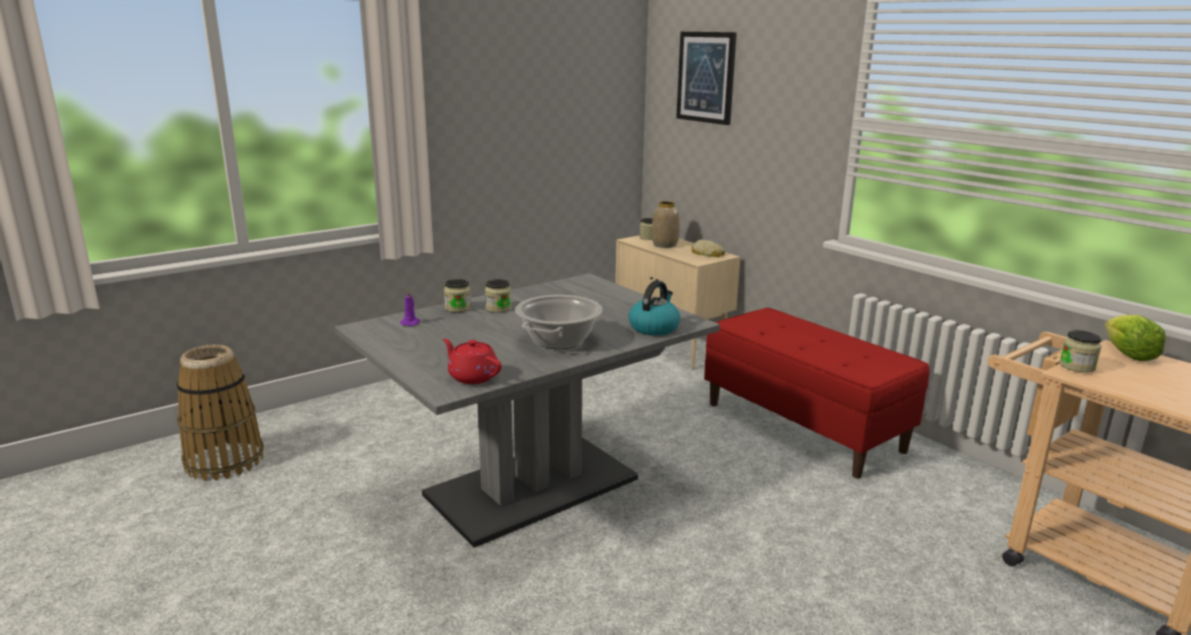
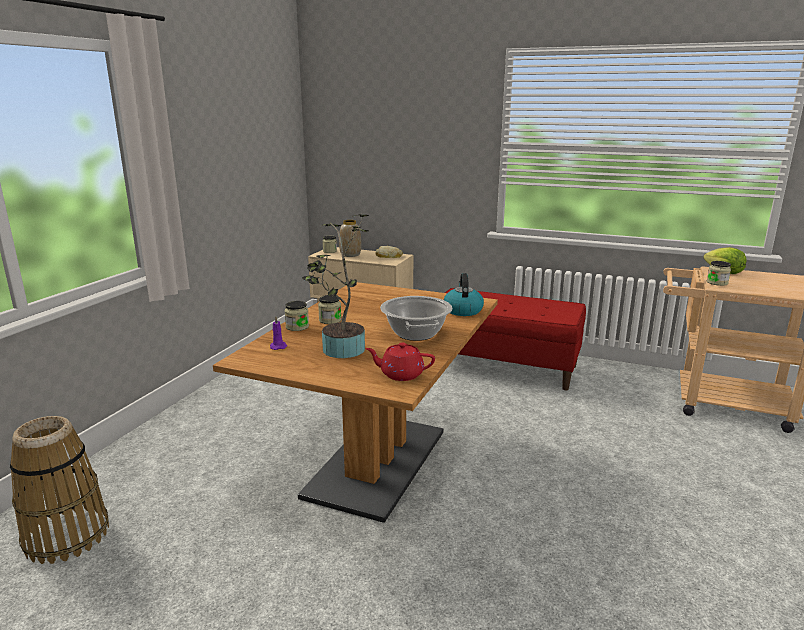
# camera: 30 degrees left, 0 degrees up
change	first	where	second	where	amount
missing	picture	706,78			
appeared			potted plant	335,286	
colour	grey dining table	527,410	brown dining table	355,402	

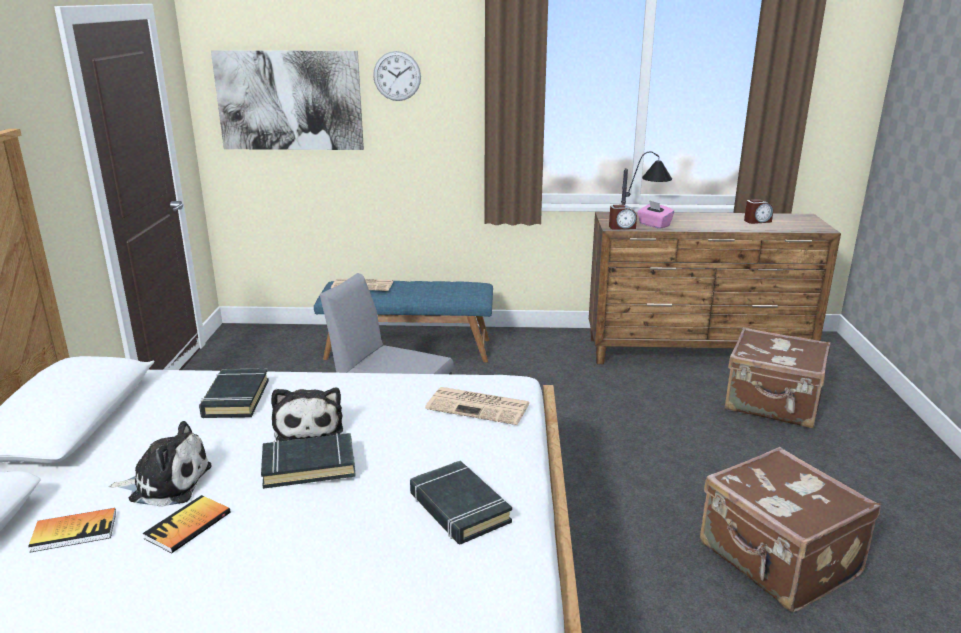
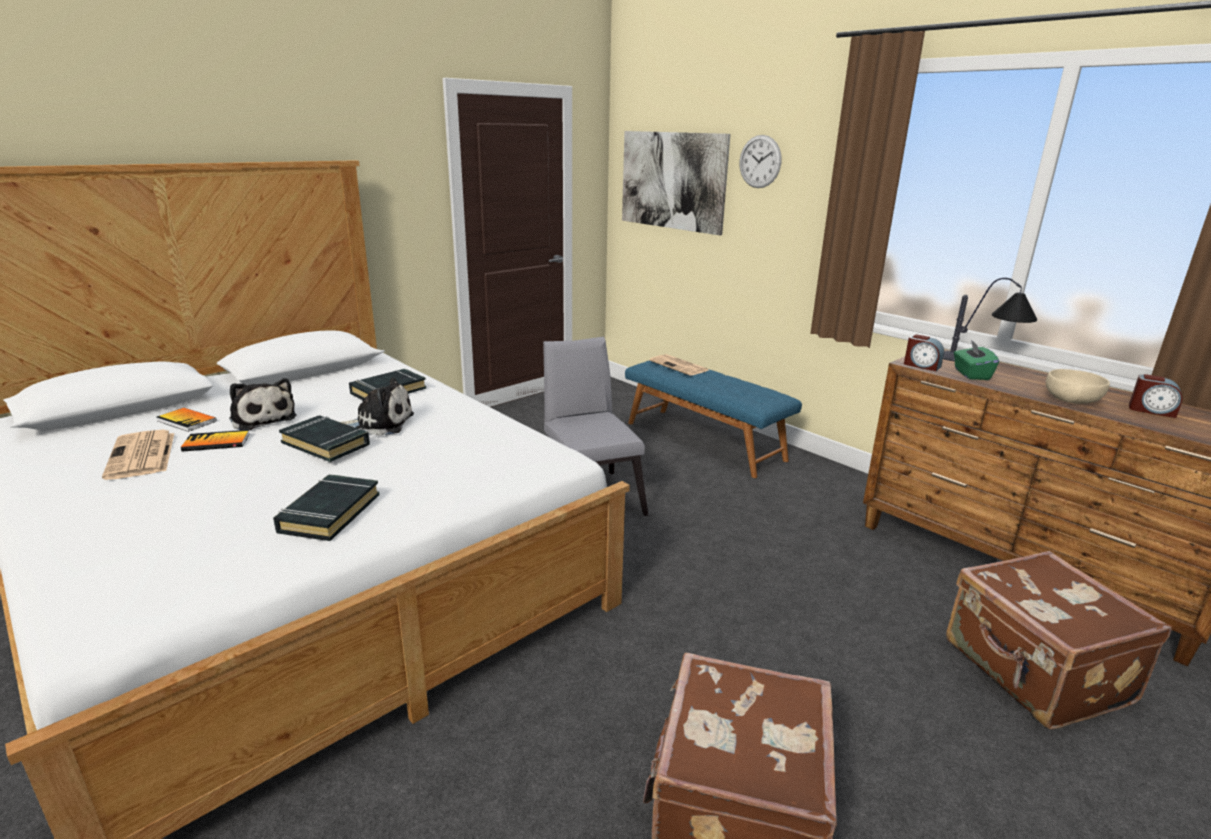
# camera: 45 degrees right, 0 degrees up
change	first	where	second	where	amount
appeared			beige bowl	1078,386	
relocated	newspaper	477,406		138,455	
colour	pink tissue box	655,214	green tissue box	976,360	
spun	plush toy	307,414		377,406	120 degrees counterclockwise

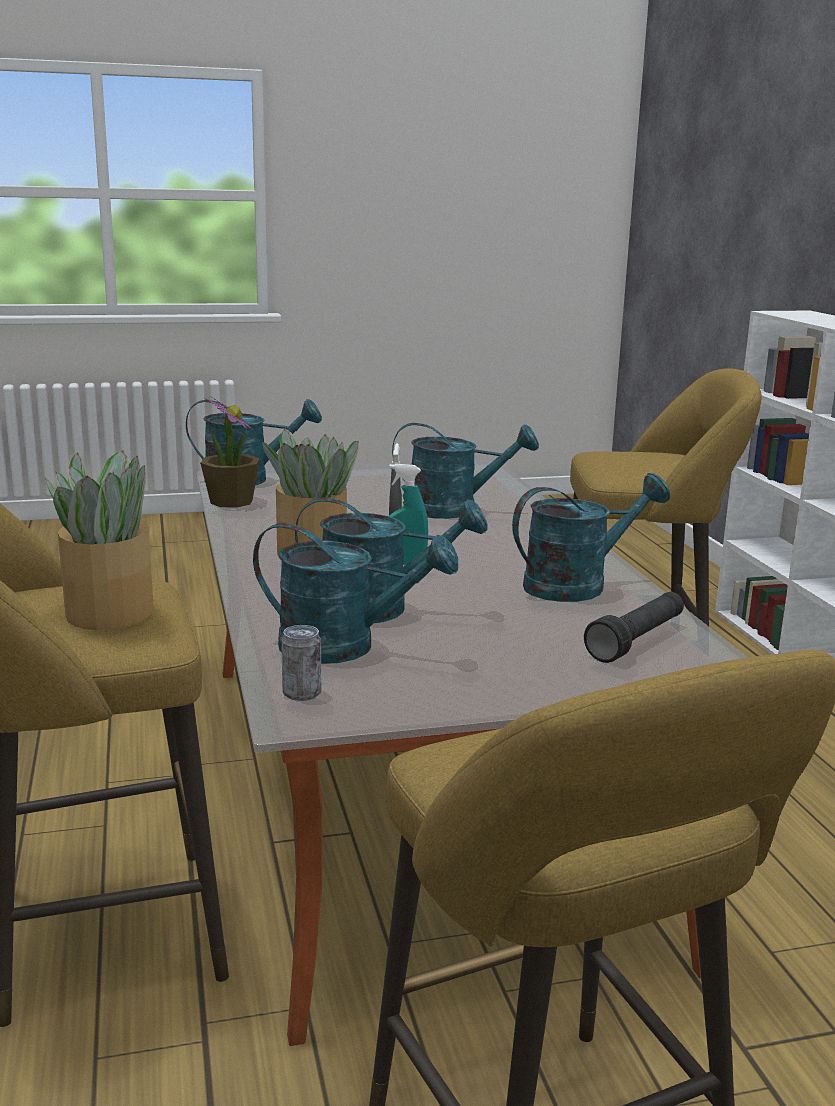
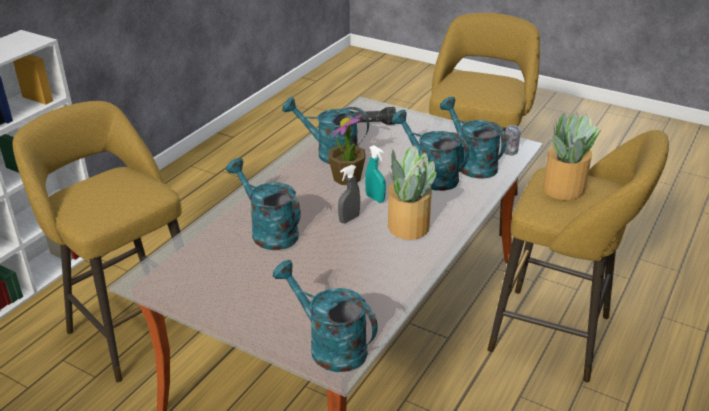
# camera: 135 degrees left, 15 degrees up
change	first	where	second	where	amount
relocated	potted plant	230,452		346,149	

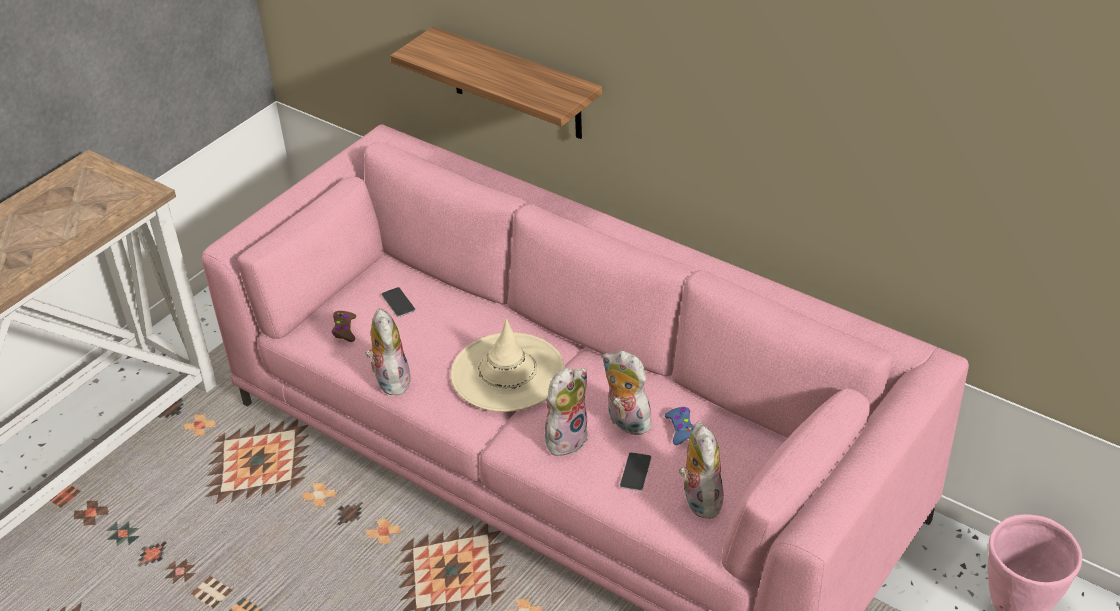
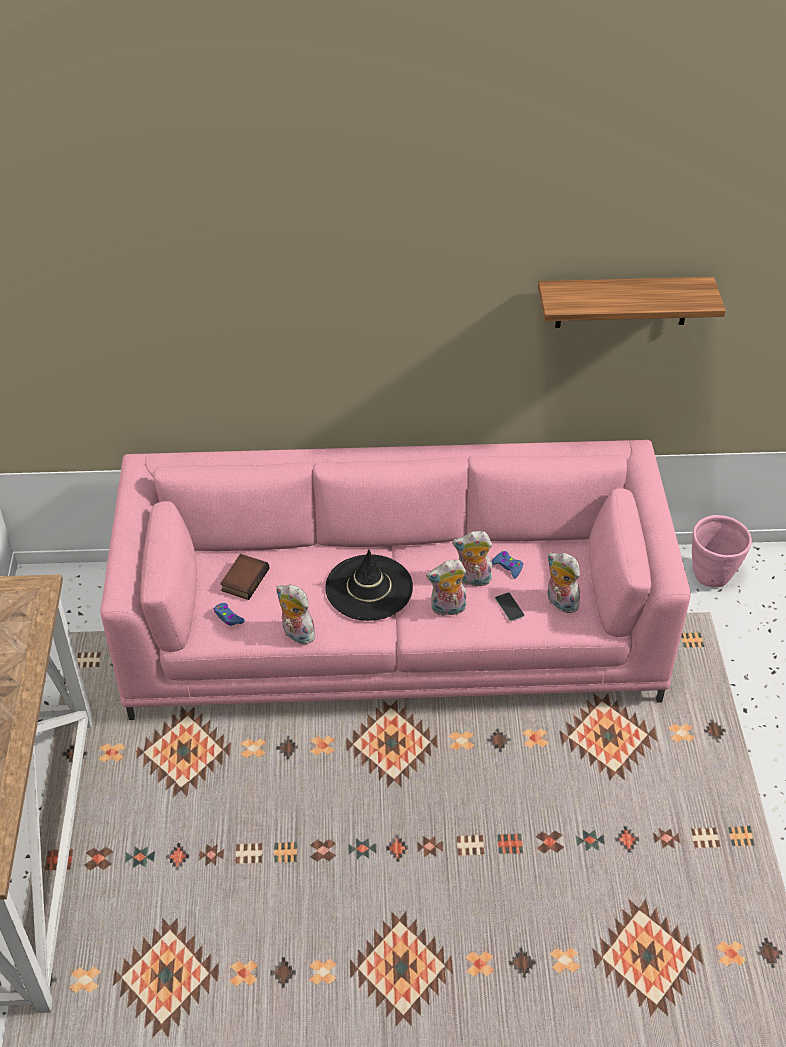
# camera: 40 degrees left, 5 degrees up
change	first	where	second	where	amount
relocated	shelf	496,83		632,302	
exchanged	phone	398,302	book	244,577	
colour	brown game controller	344,326	blue game controller	229,614	
colour	beige hat	508,365	black hat	369,585	
spun	plush toy	566,411		446,587	105 degrees counterclockwise

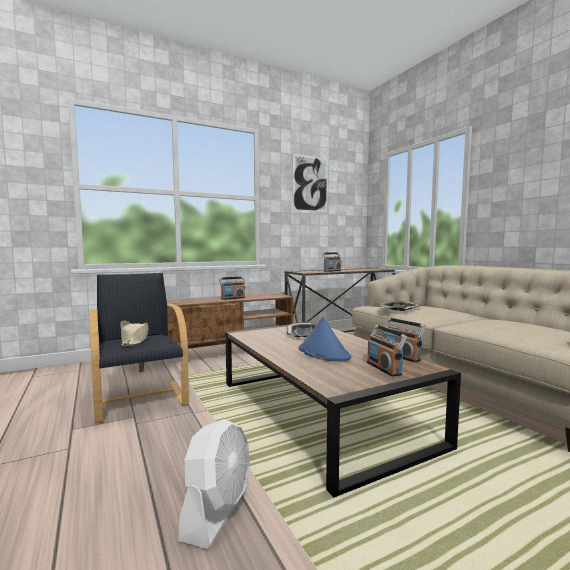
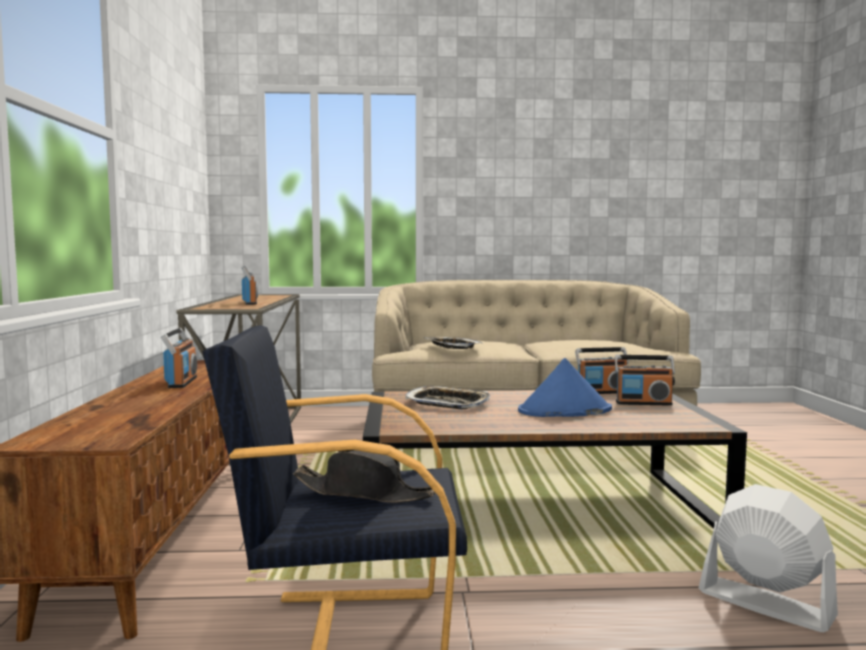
# camera: 65 degrees left, 0 degrees up
change	first	where	second	where	amount
missing	picture	310,183			
colour	beige hat	134,333	black hat	364,476	

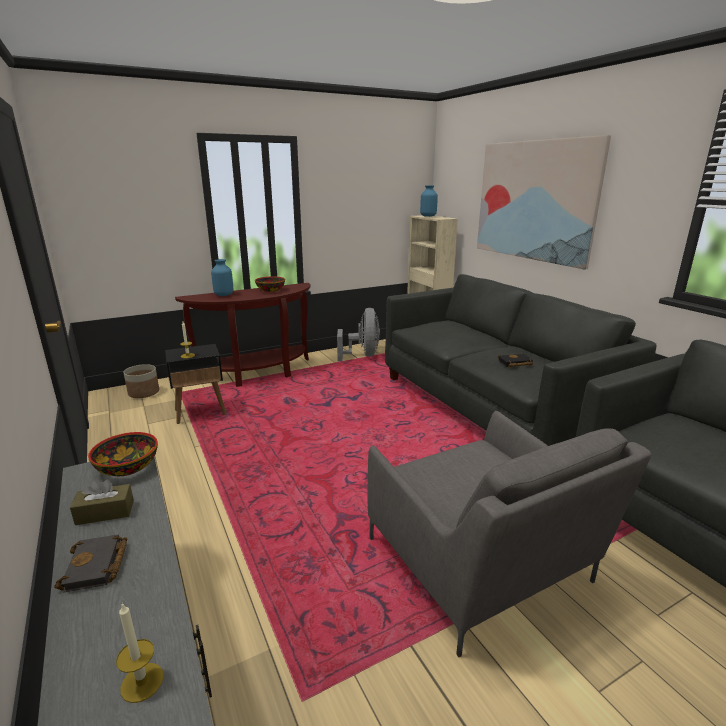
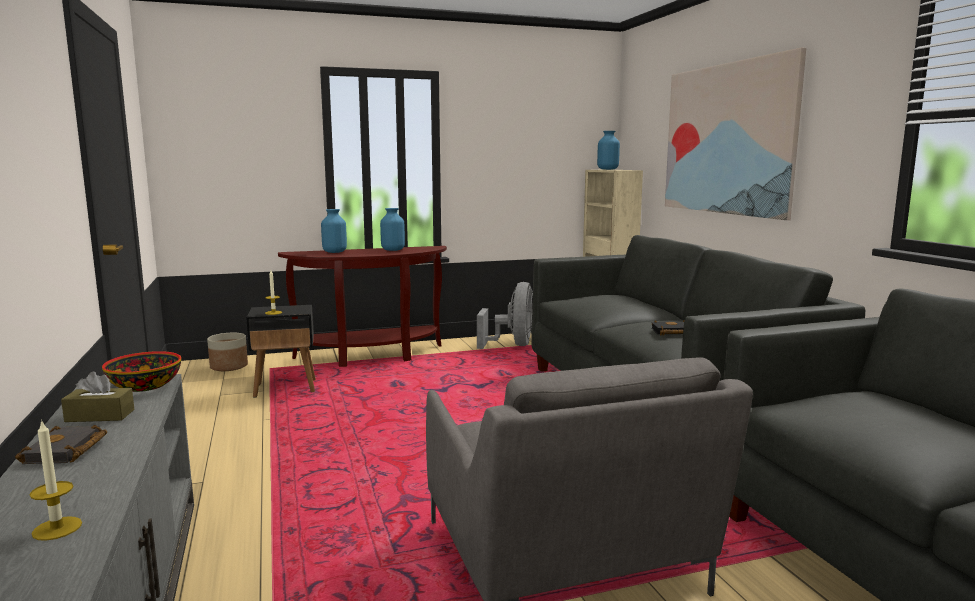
# camera: 10 degrees right, 10 degrees down
change	first	where	second	where	amount
exchanged	bowl	270,284	blue vase	392,229	

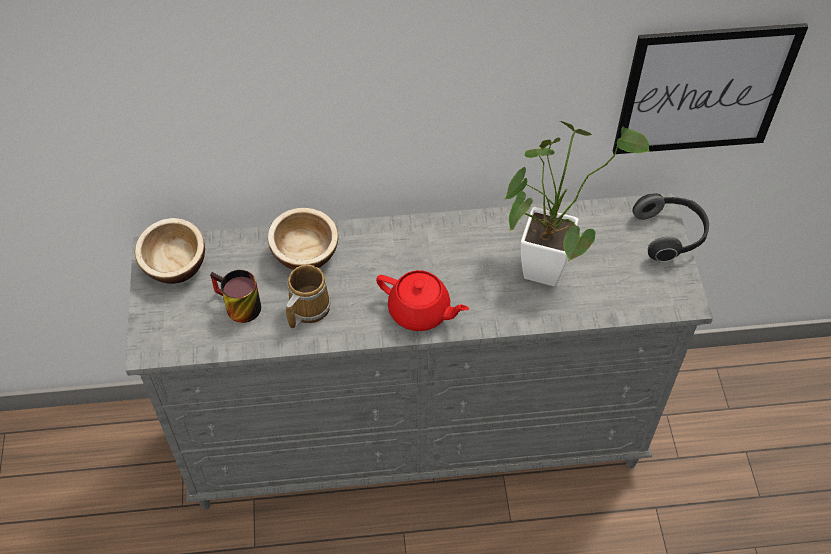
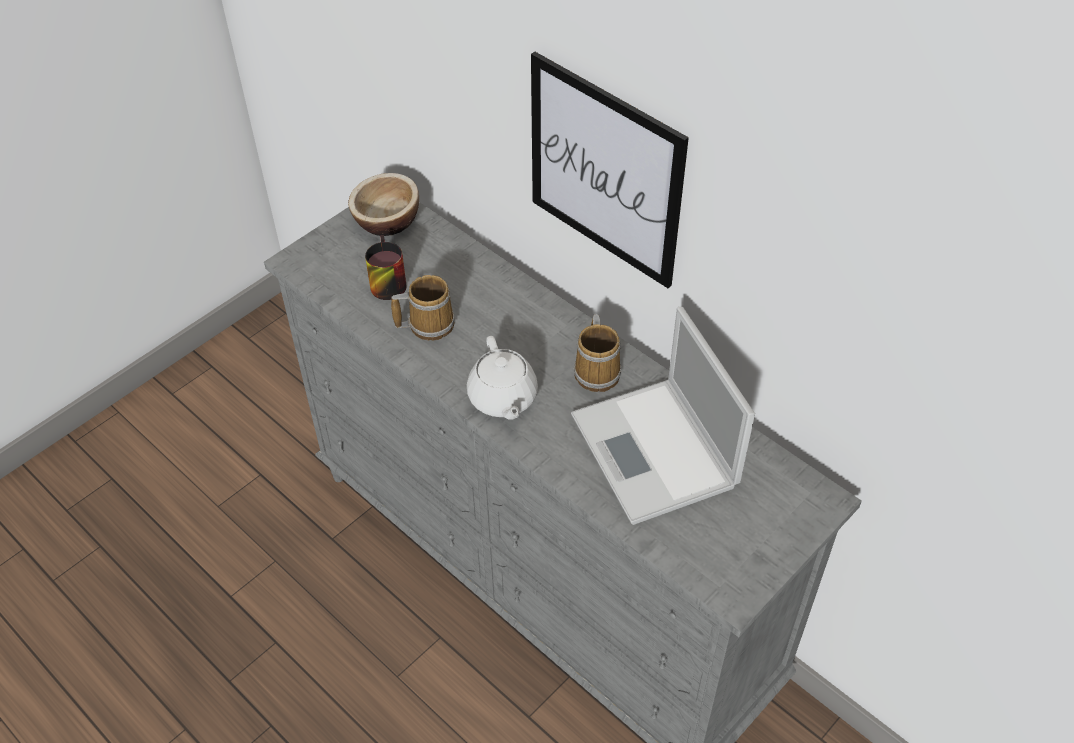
# camera: 50 degrees right, 5 degrees down
change	first	where	second	where	amount
missing	bowl	303,239			
missing	headphones	670,227			
appeared			mug	597,353	
relocated	picture	710,88		610,170	
exchanged	potted plant	577,203	laptop	663,416	
colour	red teapot	422,300	white teapot	502,378	

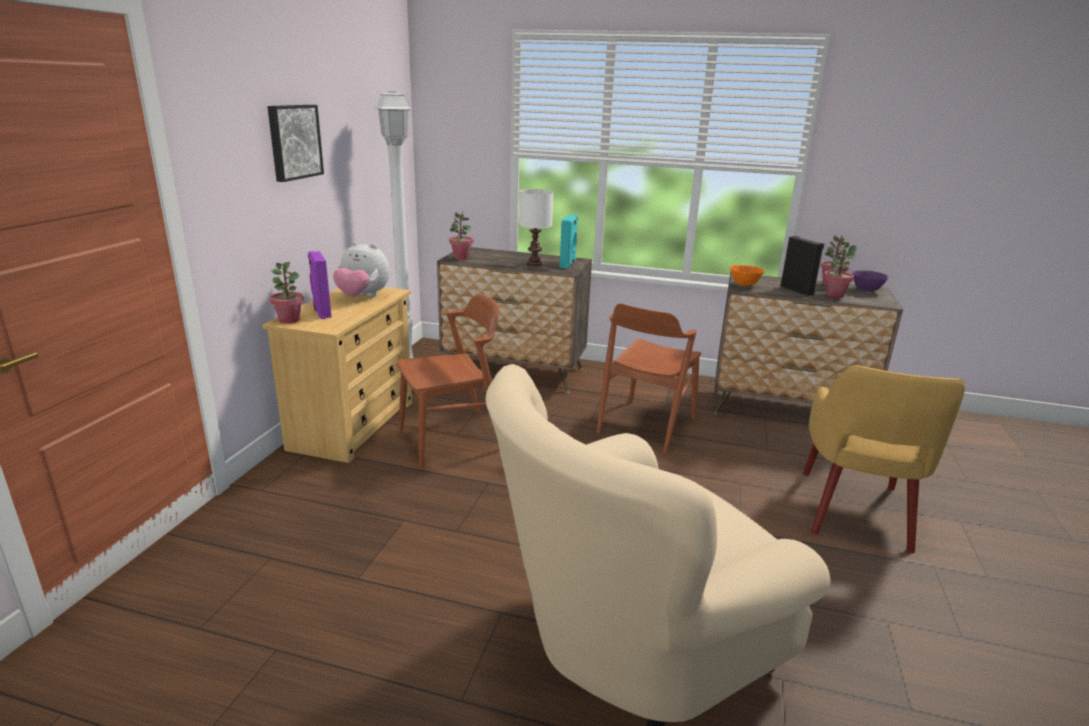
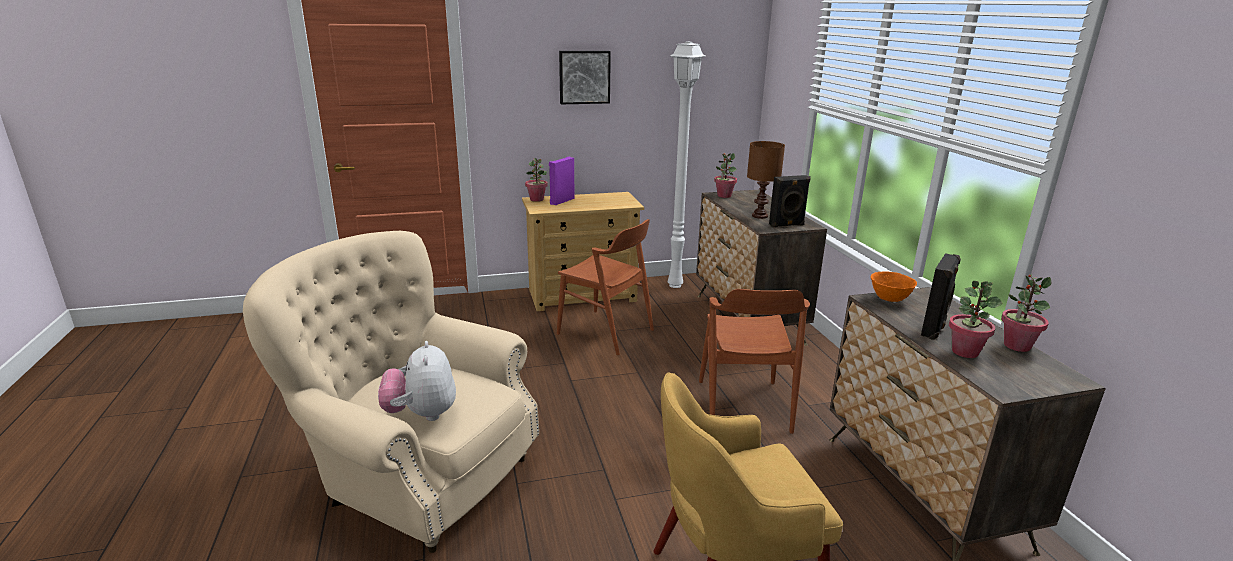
# camera: 60 degrees right, 0 degrees up
change	first	where	second	where	amount
missing	purple bowl	870,281			
relocated	plush toy	361,269		417,381	
colour	white table lamp	536,227	brown table lamp	766,180	
colour	turquoise speaker	569,242	black speaker	790,201	
spun	brown chair	649,379		754,361	90 degrees counterclockwise

